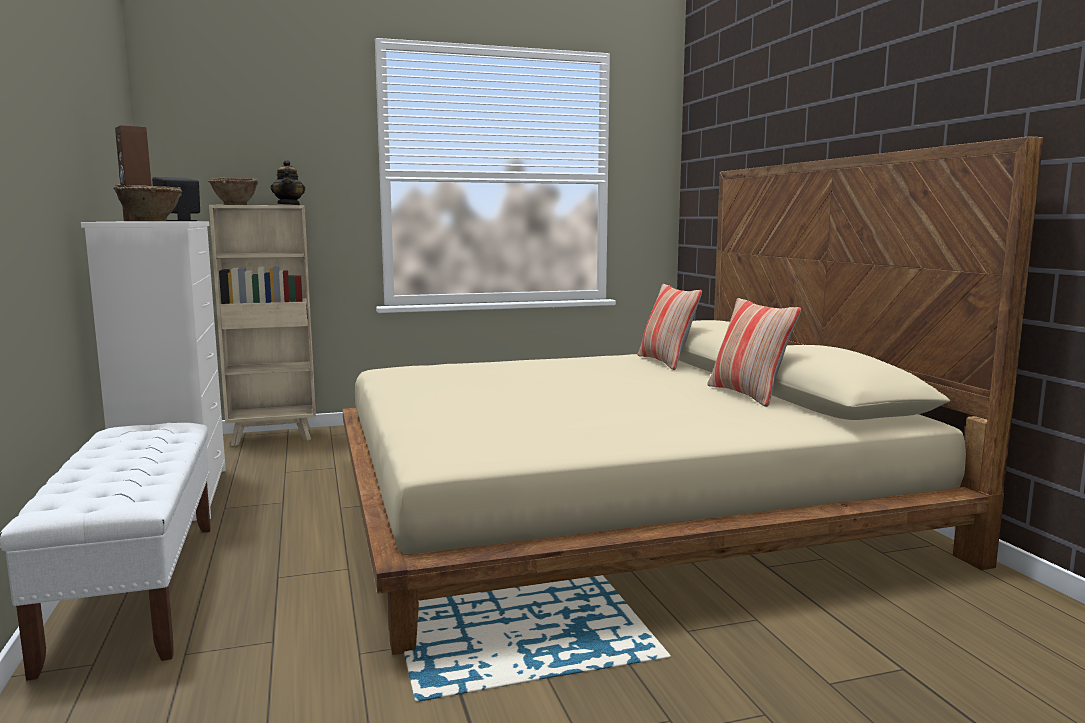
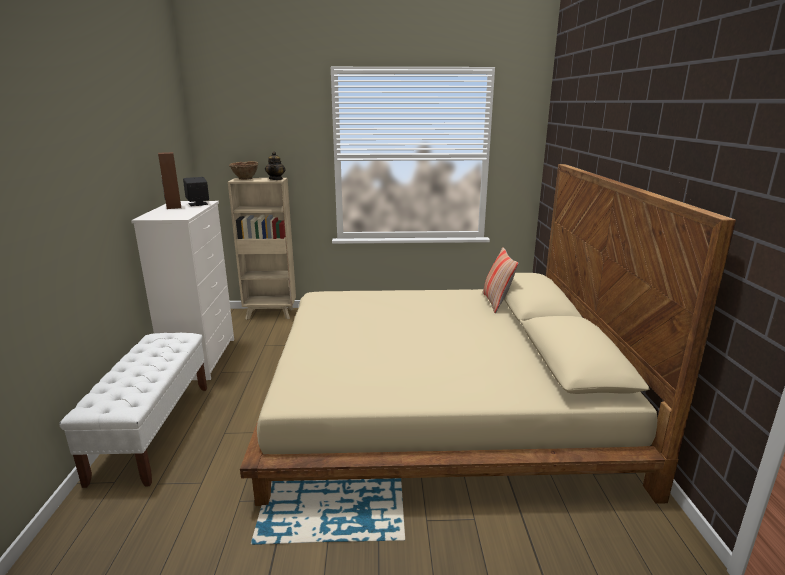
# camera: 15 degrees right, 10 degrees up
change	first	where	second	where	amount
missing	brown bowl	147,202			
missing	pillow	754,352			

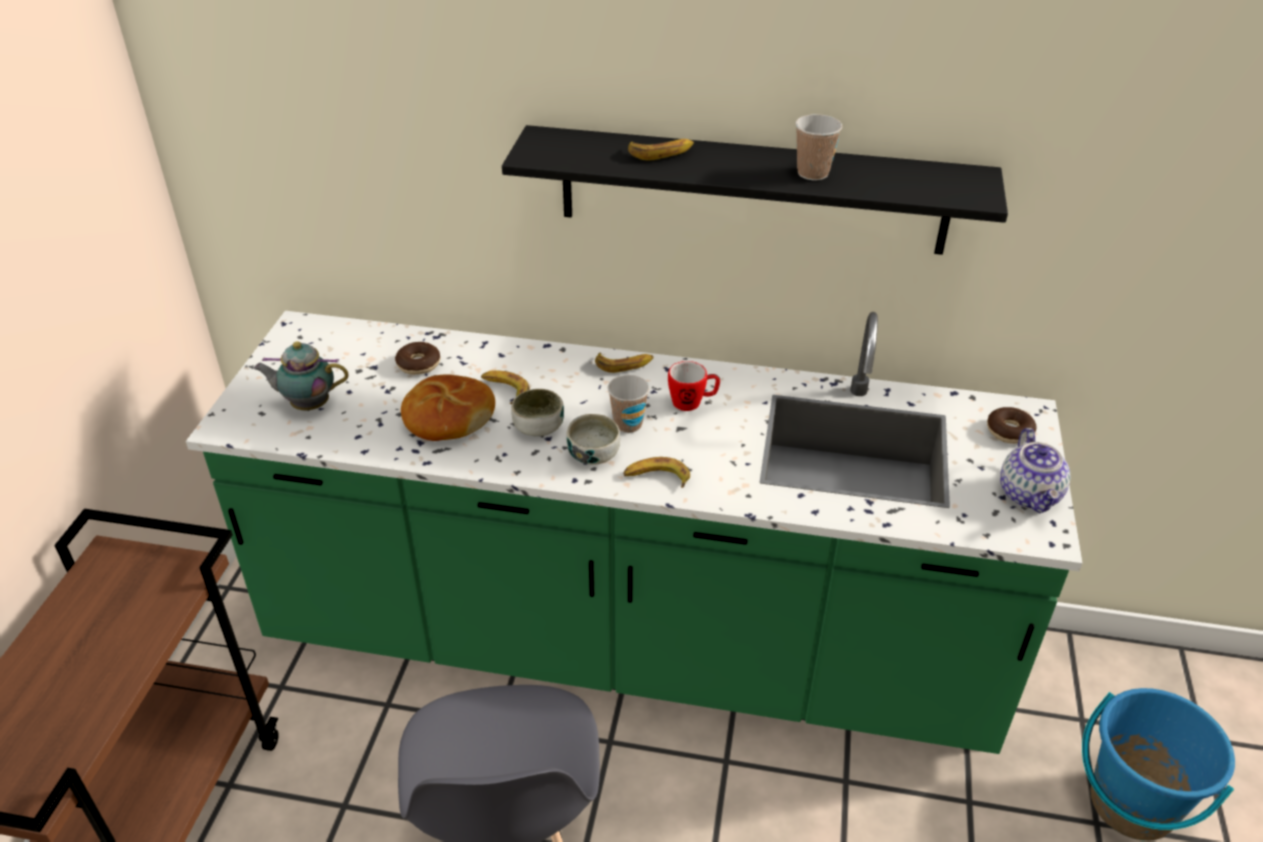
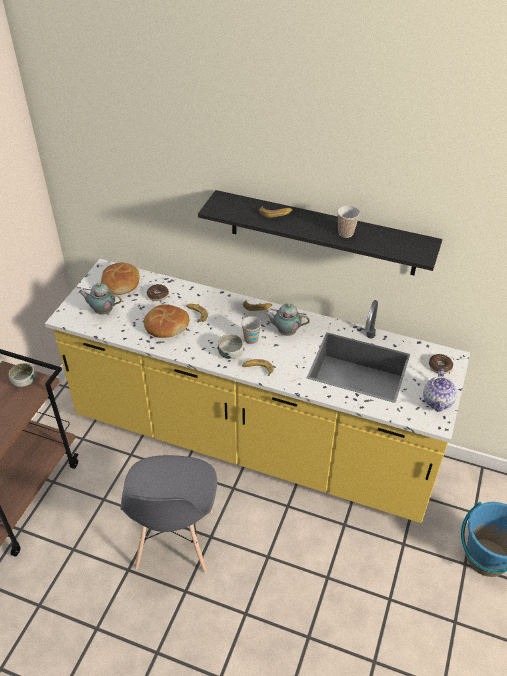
# camera: 10 degrees right, 5 degrees up
change	first	where	second	where	amount
appeared			bread	120,279	
relocated	bowl	537,412		22,375	
exchanged	mug	694,386	teapot	287,319	
colour	green counter	634,532	yellow counter	257,391	

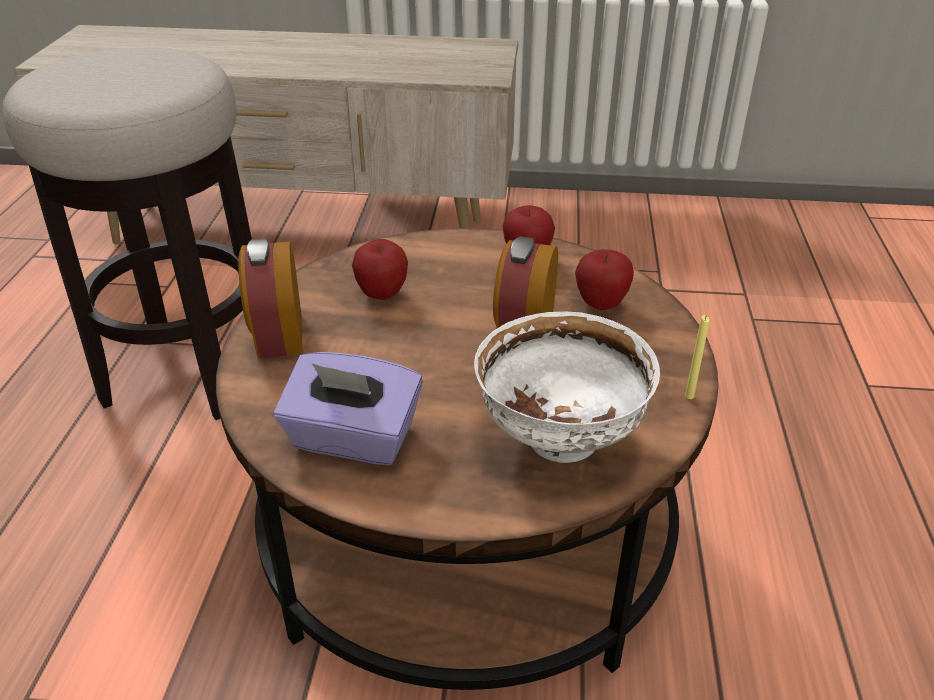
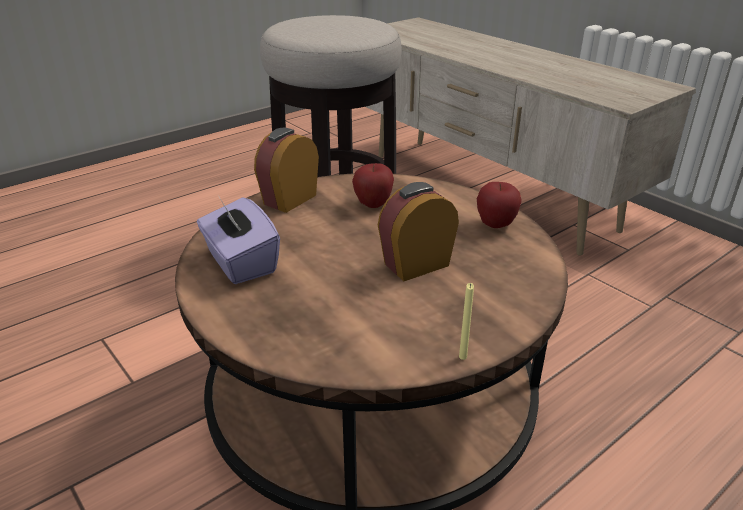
# camera: 45 degrees right, 5 degrees down
change	first	where	second	where	amount
missing	white bowl	567,387			
missing	apple	604,279			

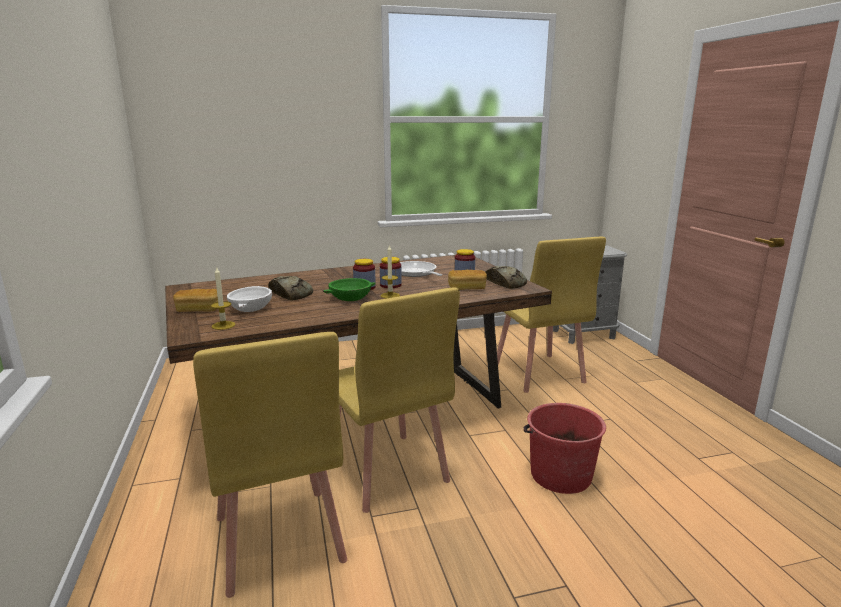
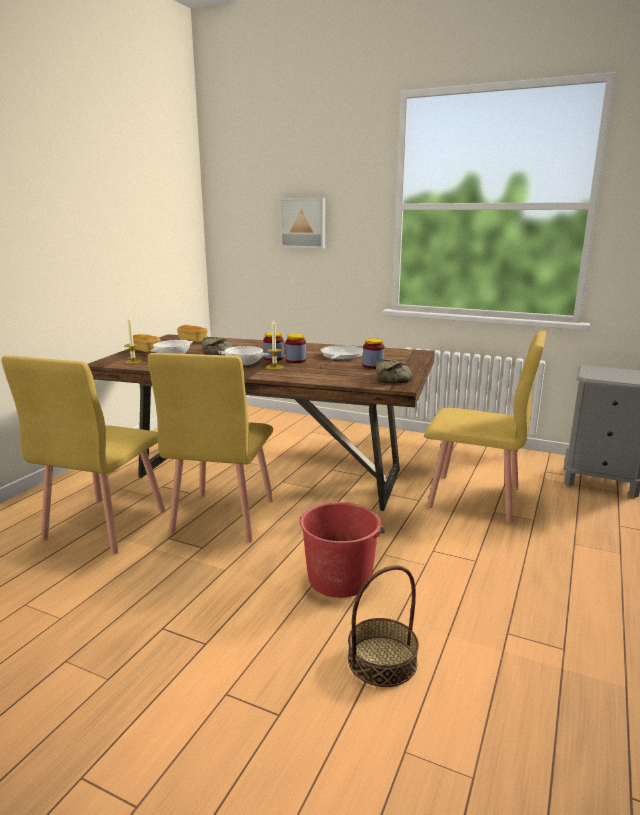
# camera: 40 degrees right, 0 degrees up
change	first	where	second	where	amount
appeared			picture	302,223	
appeared			basket	383,626	
relocated	bread	467,280		192,333	
colour	green bowl	349,289	white bowl	244,355	
spun	yellow chair	551,315		485,426	90 degrees counterclockwise

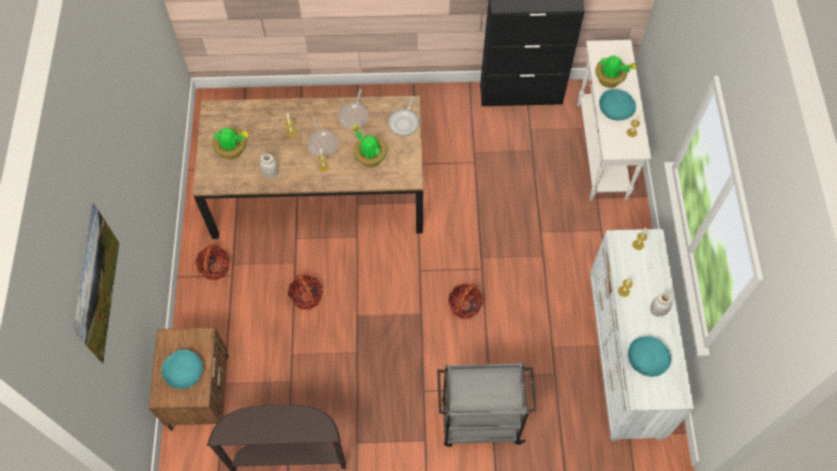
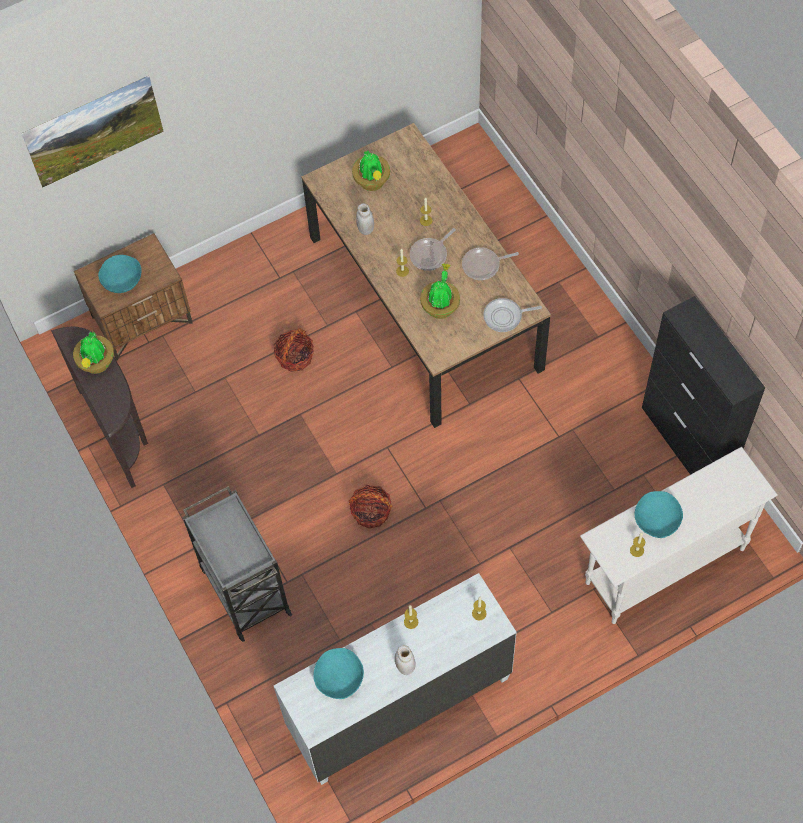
# camera: 65 degrees right, 0 degrees up
change	first	where	second	where	amount
missing	basket	212,261			
relocated	potted plant	616,72		93,353	

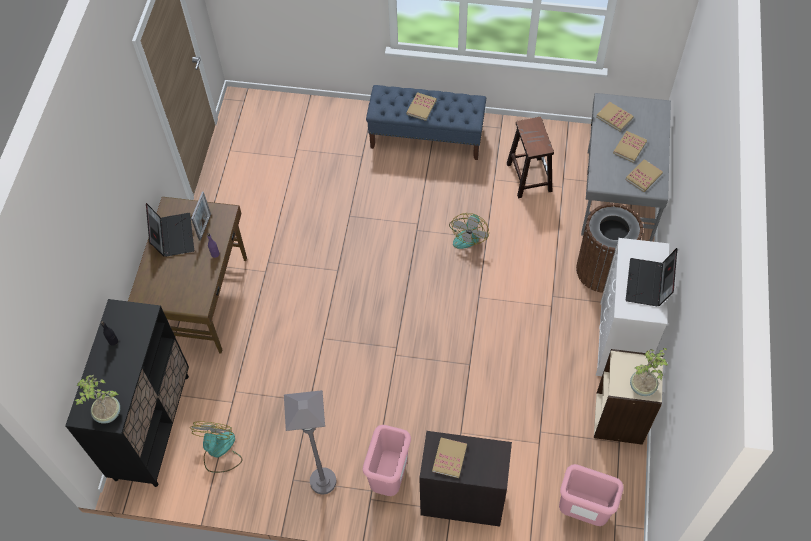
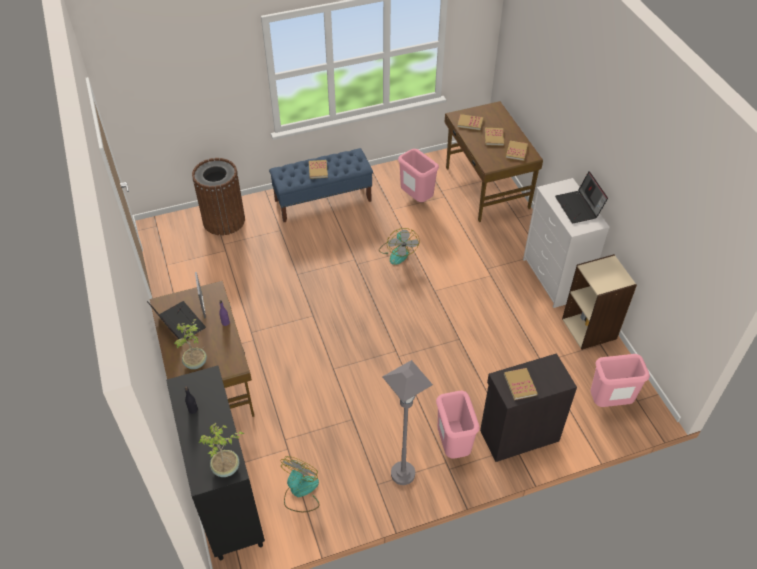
# camera: 30 degrees left, 10 degrees down
change	first	where	second	where	amount
relocated	brown trash can	609,248		218,196	
relocated	potted plant	649,372		190,344	
exchanged	brown stool	530,157	pink trash can	418,175	
colour	grey desk	626,167	brown desk	494,161	
spun	fan	216,447		300,484	45 degrees clockwise

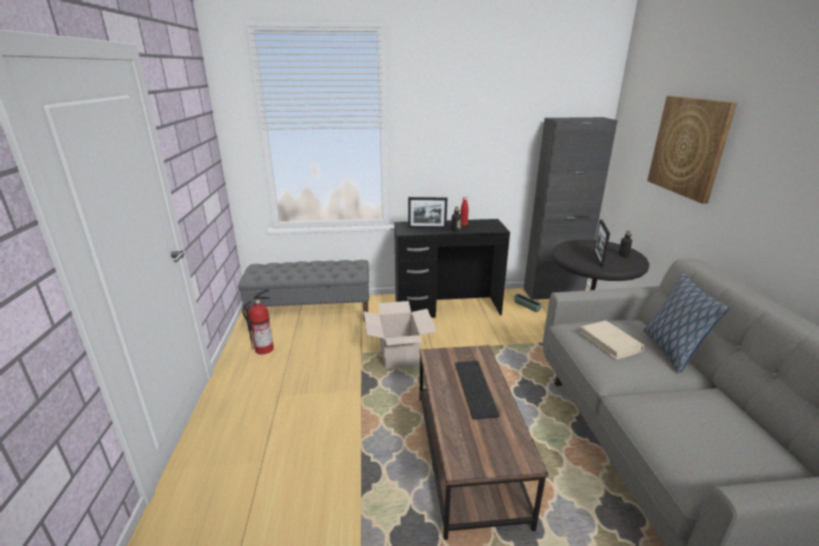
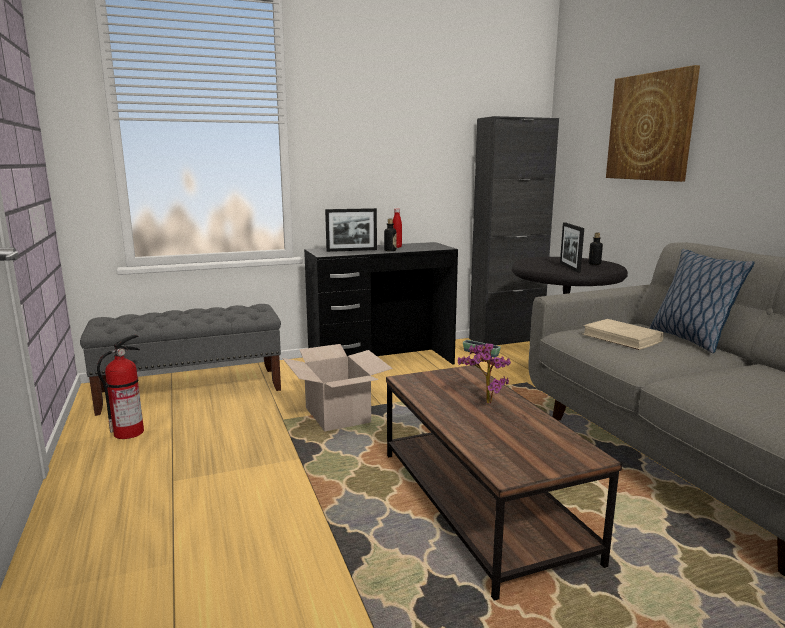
# camera: 15 degrees left, 10 degrees down
change	first	where	second	where	amount
exchanged	keyboard	477,390	potted plant	484,373	

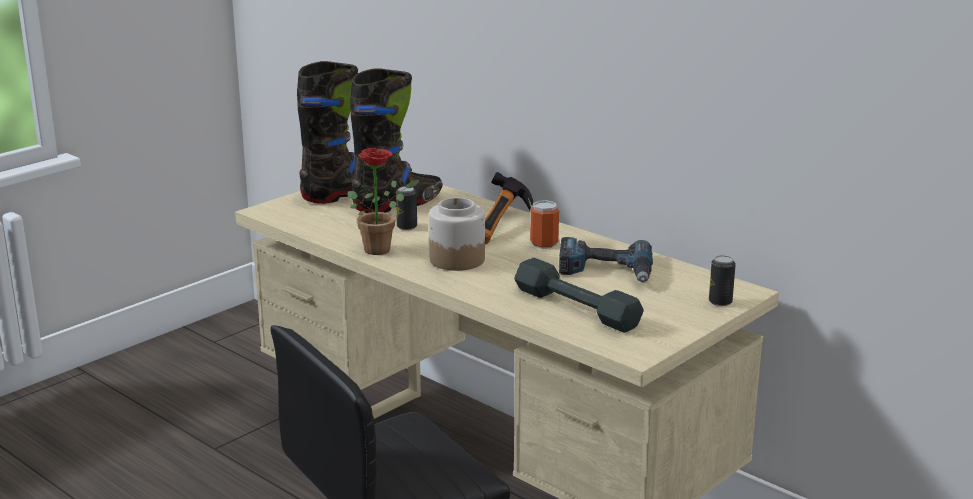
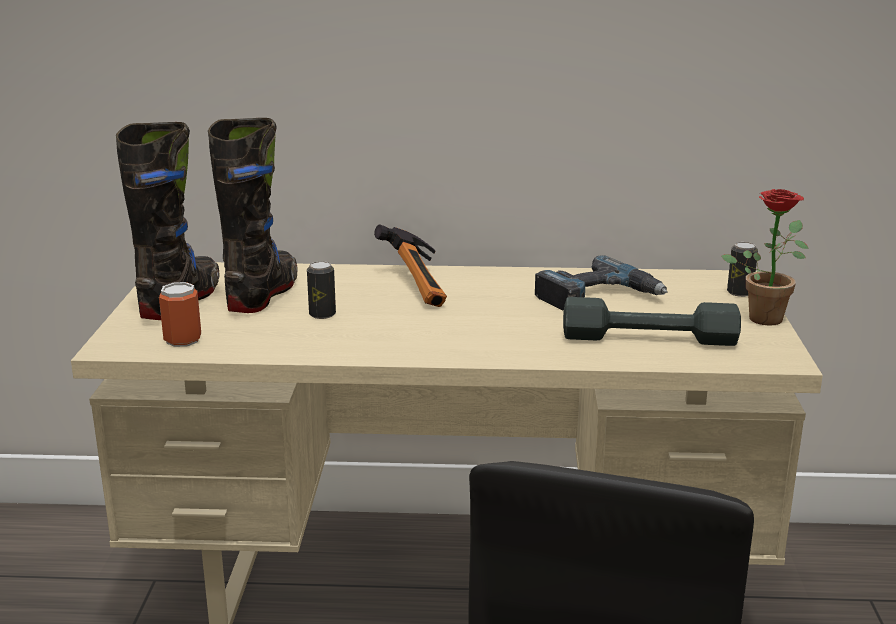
# camera: 40 degrees left, 0 degrees up
change	first	where	second	where	amount
missing	jar	457,234			
relocated	potted plant	383,201		765,257	
relocated	can	544,224		180,314	

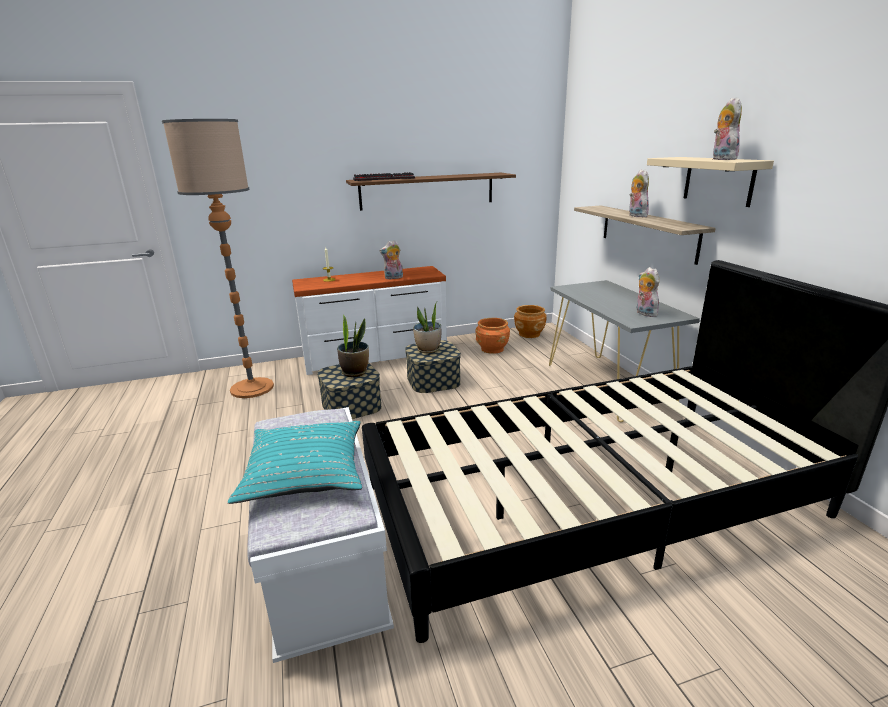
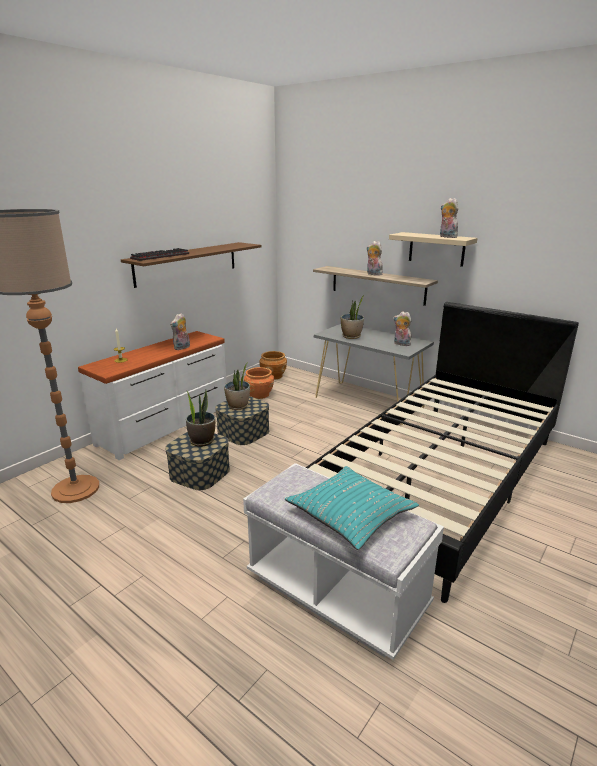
# camera: 35 degrees left, 0 degrees up
change	first	where	second	where	amount
appeared			potted plant	352,317	

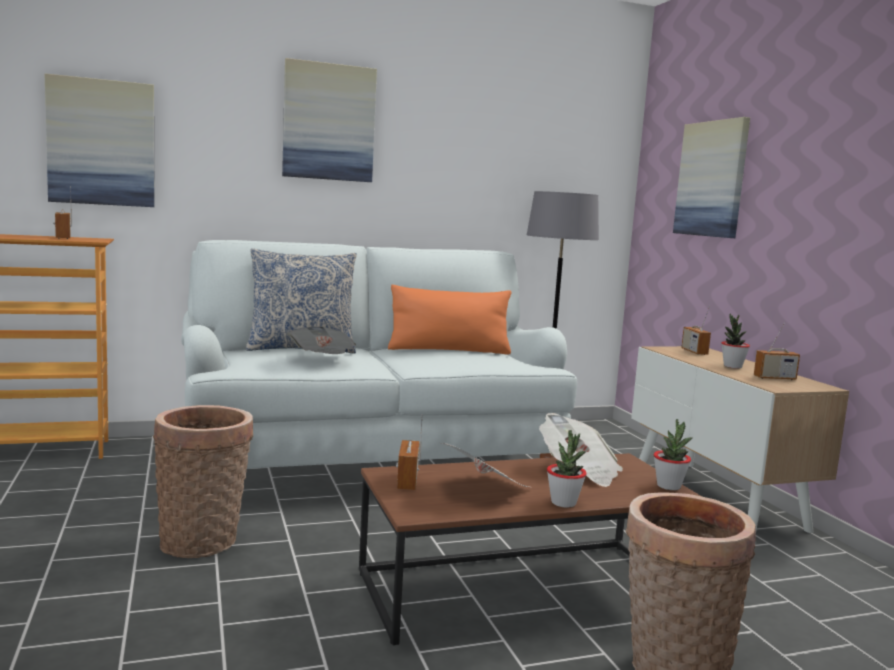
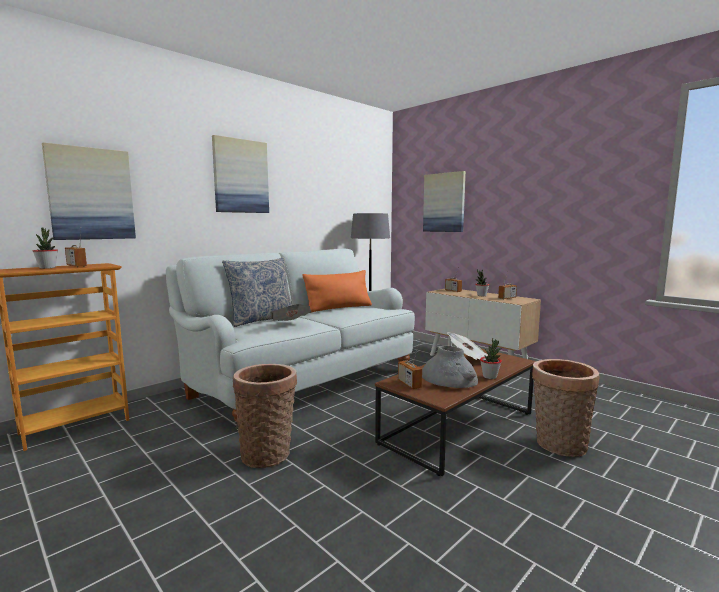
# camera: 25 degrees left, 0 degrees up
change	first	where	second	where	amount
relocated	potted plant	672,454		45,248	
exchanged	newspaper	485,465	grey vase	450,367	

